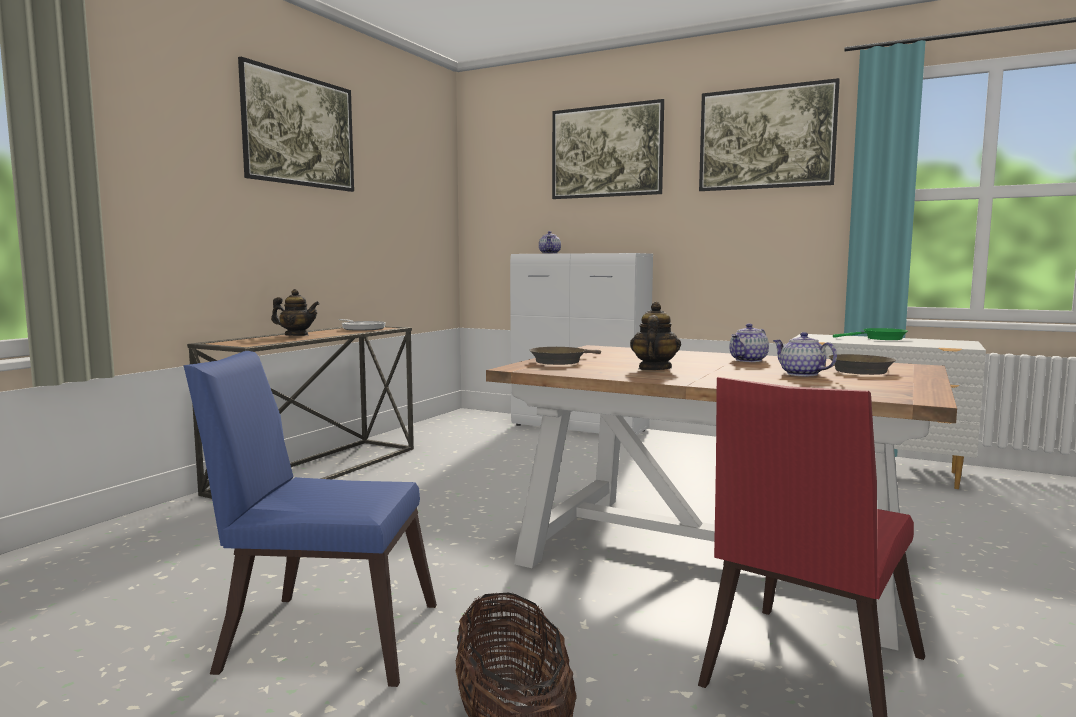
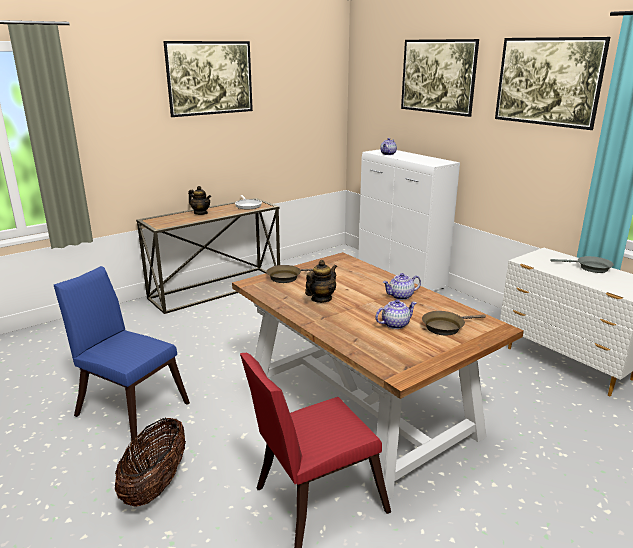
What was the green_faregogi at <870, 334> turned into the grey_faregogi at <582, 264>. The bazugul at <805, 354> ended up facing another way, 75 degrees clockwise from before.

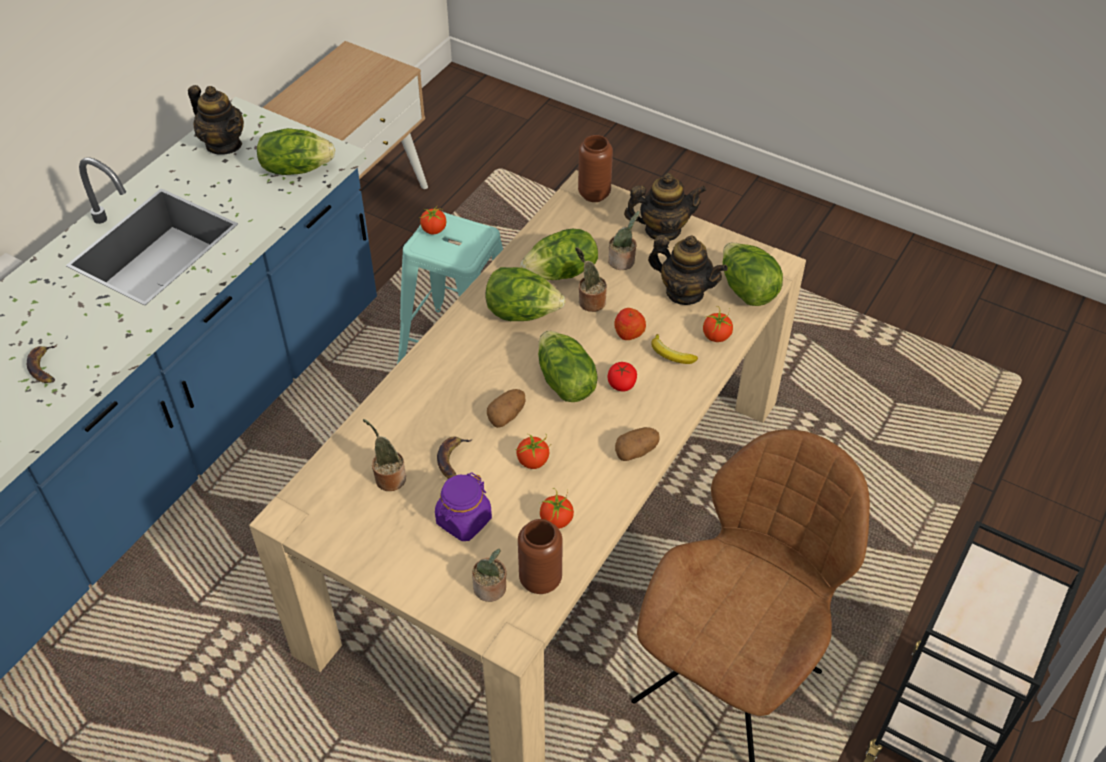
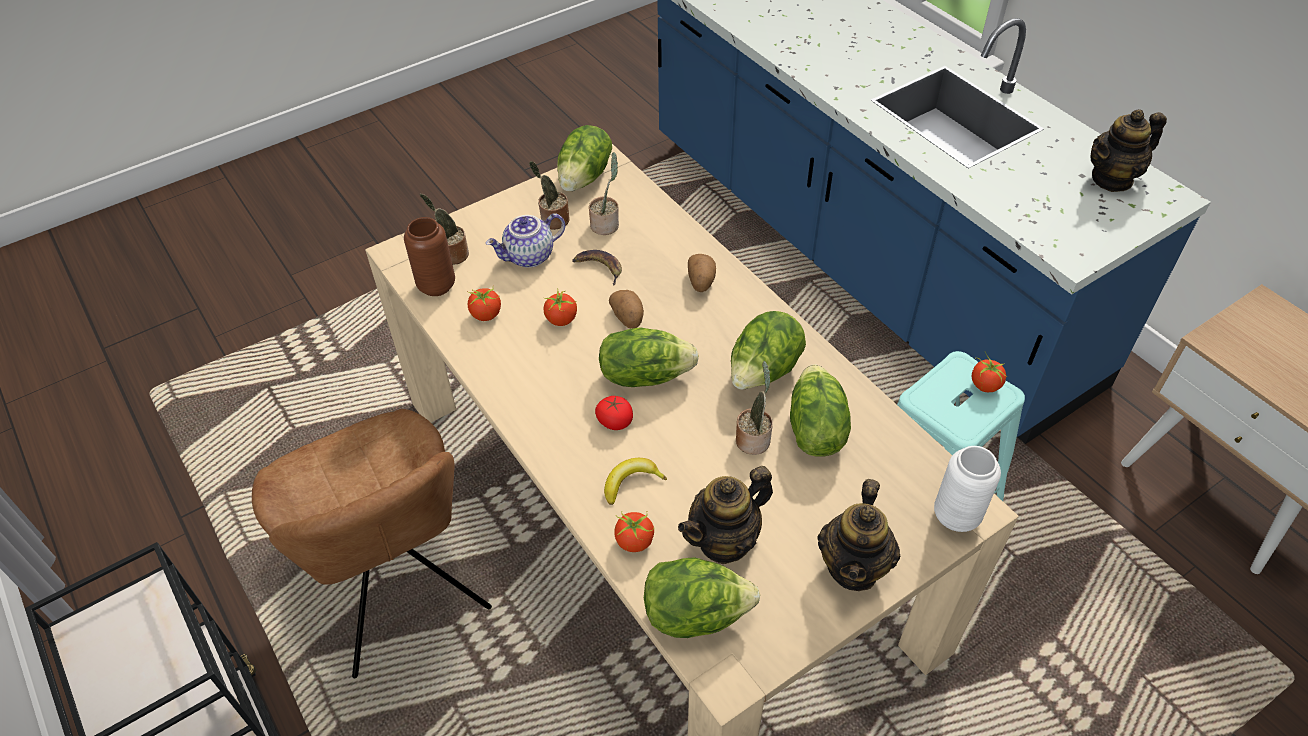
The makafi ended up elsewhere, having gone from <296, 151> to <584, 158>. What was the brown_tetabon at <595, 168> turned into the white_tetabon at <967, 489>. The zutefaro ended up elsewhere, having gone from <624, 240> to <549, 195>. The second view lost the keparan at <630, 324>. The second view lost the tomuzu at <42, 364>. The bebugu ended up elsewhere, having gone from <637, 444> to <702, 273>. Where the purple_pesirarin stood at <463, 506>, the bazugul came to stand at <525, 240>.

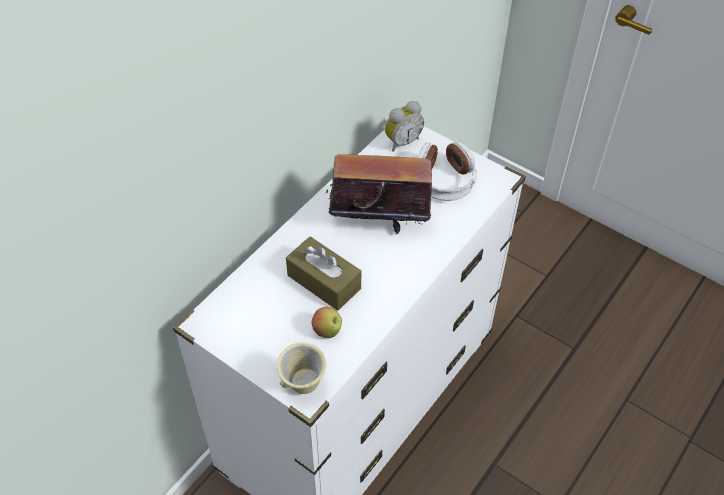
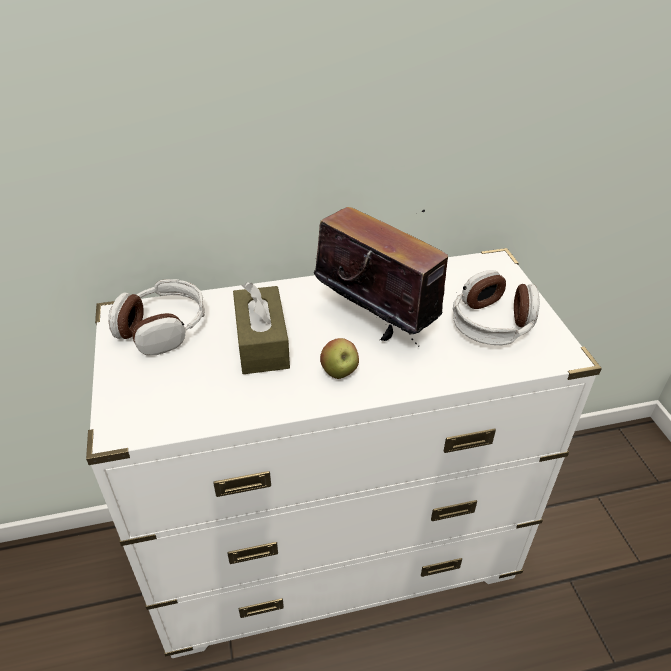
The second view lost the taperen at <404, 126>. The keparan ended up elsewhere, having gone from <327, 322> to <339, 358>. The second view lost the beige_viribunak at <301, 368>. The second view gained the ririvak at <156, 317>.

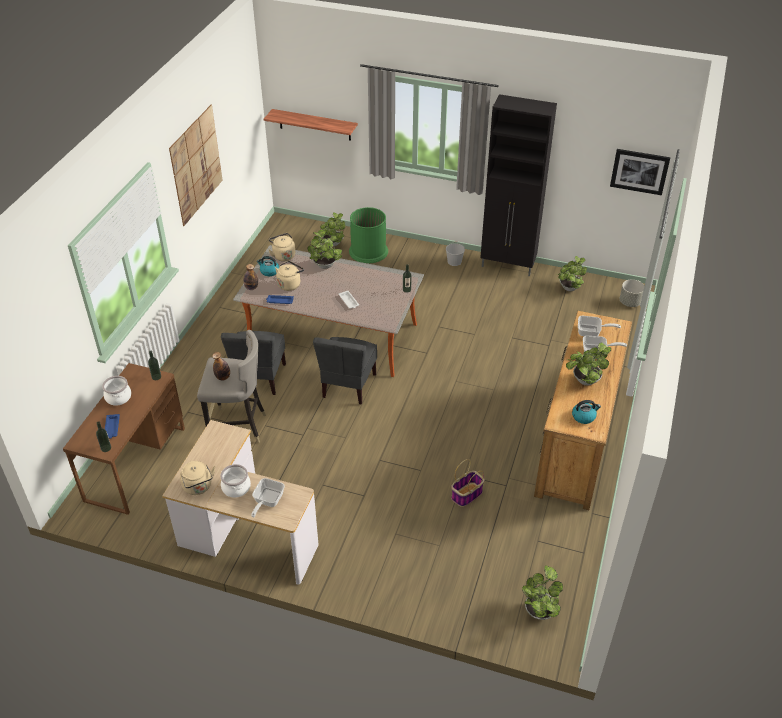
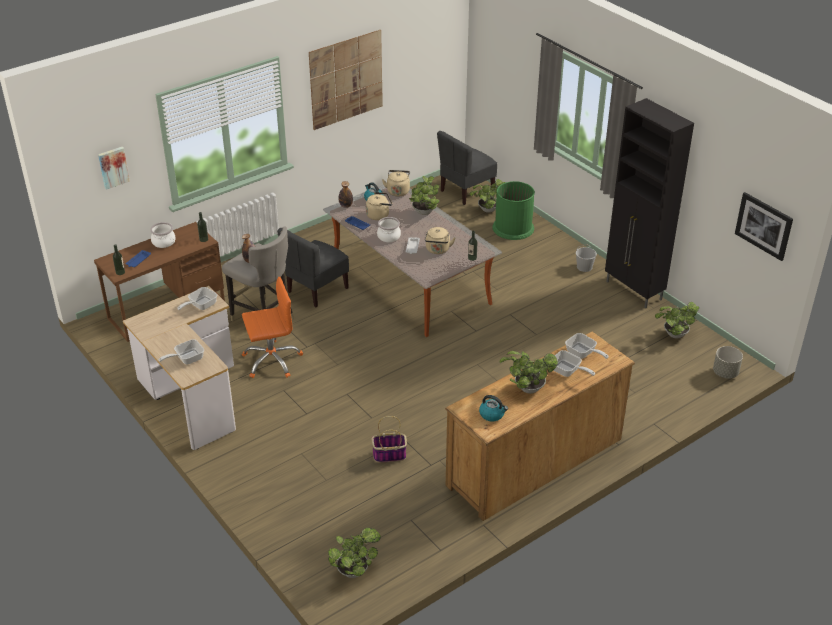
The second view lost the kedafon at <311, 125>. The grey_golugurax ended up elsewhere, having gone from <345, 371> to <467, 168>. The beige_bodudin ended up elsewhere, having gone from <197, 478> to <440, 240>. The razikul ended up elsewhere, having gone from <235, 481> to <389, 229>. The second view gained the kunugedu at <114, 168>. The second view gained the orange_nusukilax at <272, 327>. The second view gained the faregogi at <197, 298>.

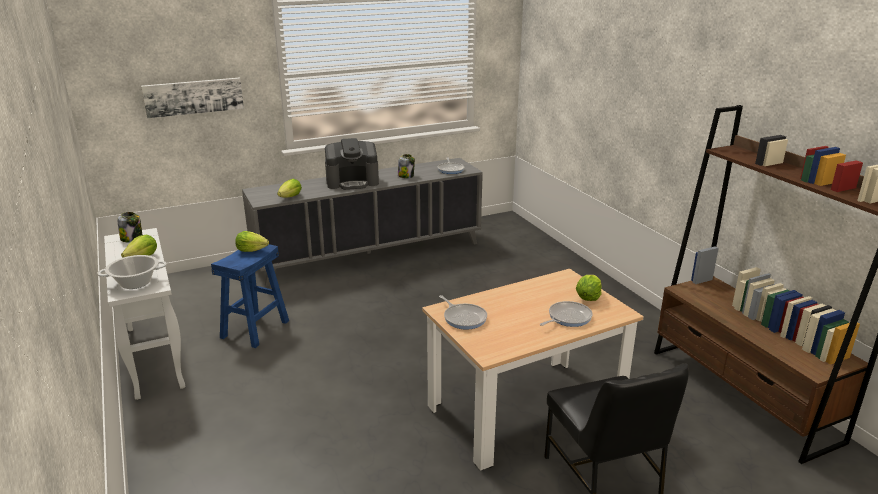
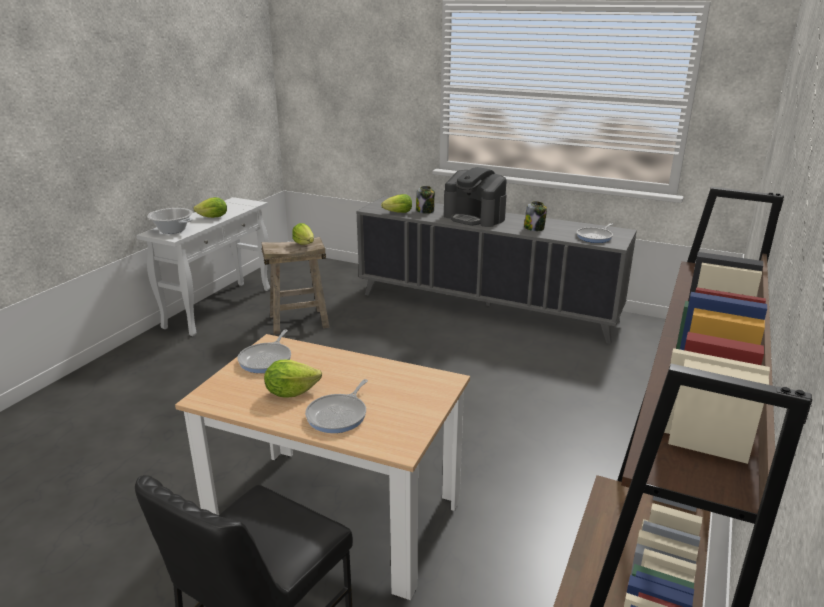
The second view lost the kunugedu at <192, 98>. The pesirarin ended up elsewhere, having gone from <129, 227> to <425, 200>. What was the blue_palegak at <250, 296> turned into the beige_palegak at <295, 285>. The makafi ended up elsewhere, having gone from <589, 288> to <293, 379>. The faregogi at <566, 314> ended up facing another way, 105 degrees clockwise from before.

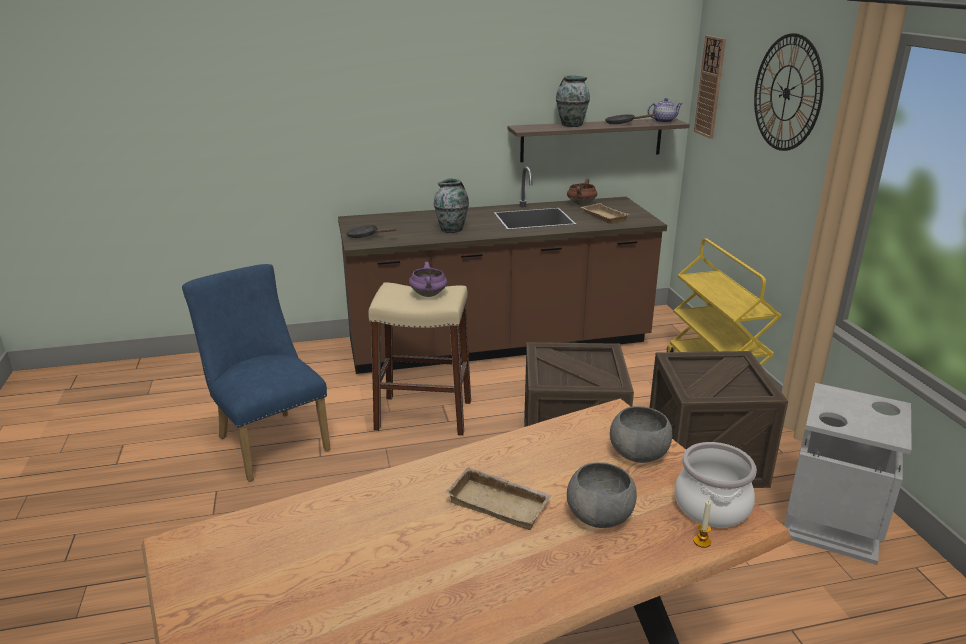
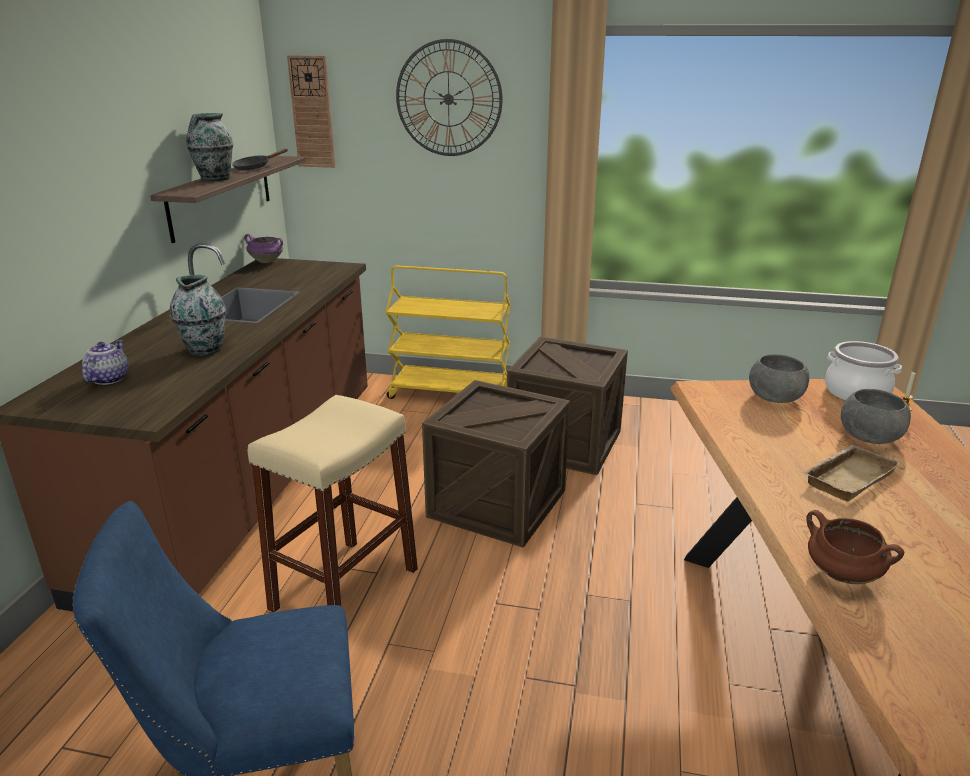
The bazugul ended up elsewhere, having gone from <664, 110> to <105, 362>. The brown_razikul ended up elsewhere, having gone from <582, 192> to <855, 547>. The second view lost the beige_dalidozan at <604, 213>. The second view lost the black_faregogi at <371, 231>. The purple_razikul ended up elsewhere, having gone from <428, 279> to <263, 248>. The second view lost the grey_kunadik at <848, 474>.

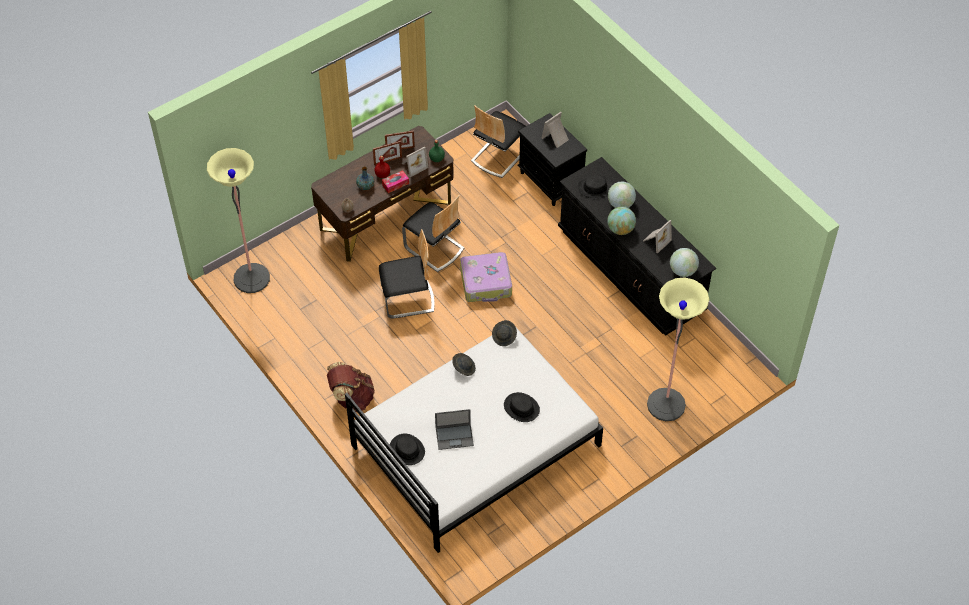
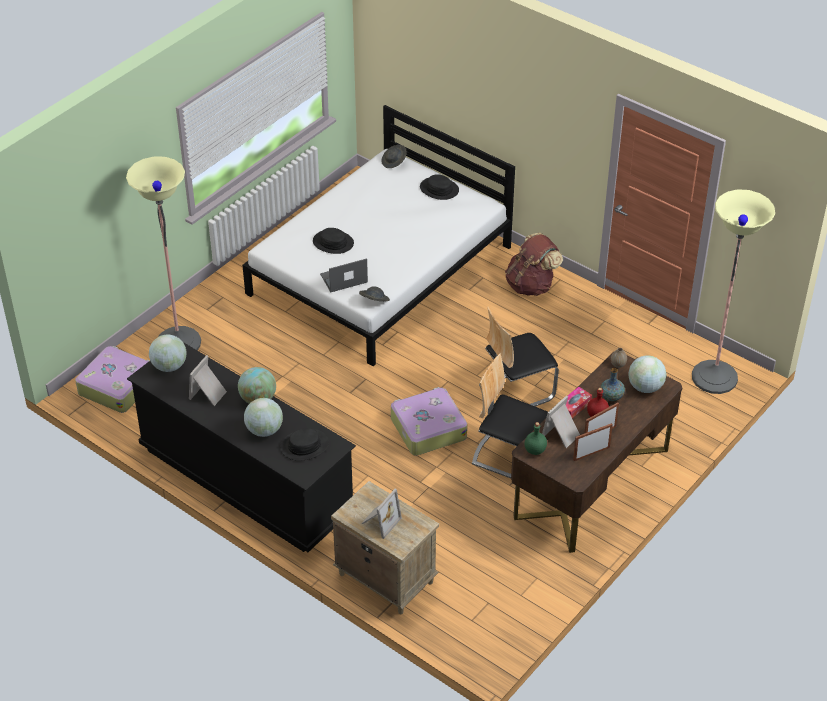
The second view lost the golugurax at <498, 141>. What was the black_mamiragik at <552, 159> turned into the beige_mamiragik at <385, 547>. The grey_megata ended up elsewhere, having gone from <464, 364> to <394, 156>. The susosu ended up elsewhere, having gone from <454, 429> to <344, 275>. The second view gained the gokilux at <112, 379>. The second view gained the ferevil at <647, 374>.

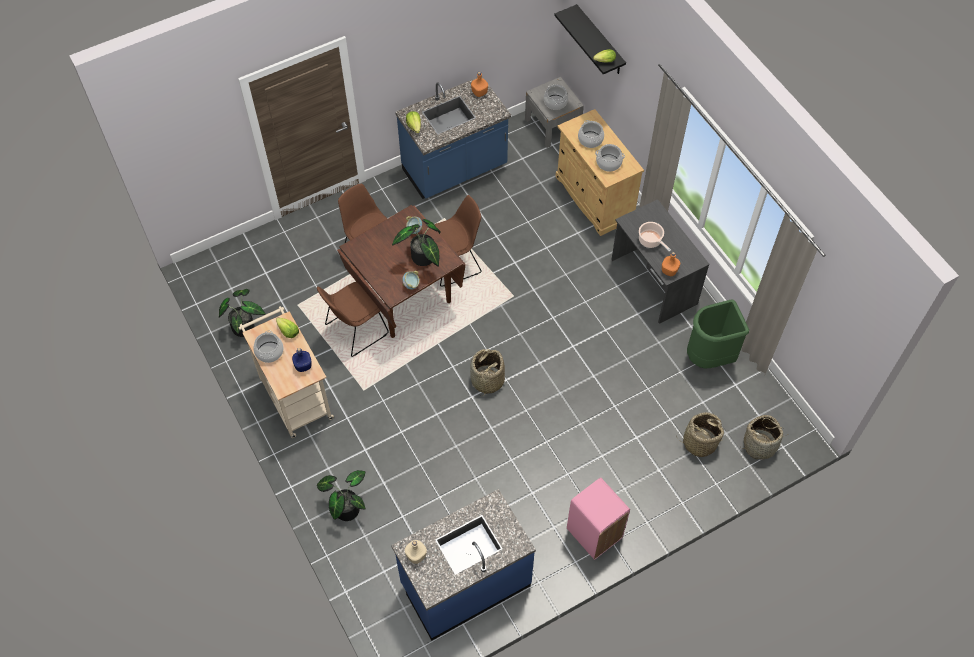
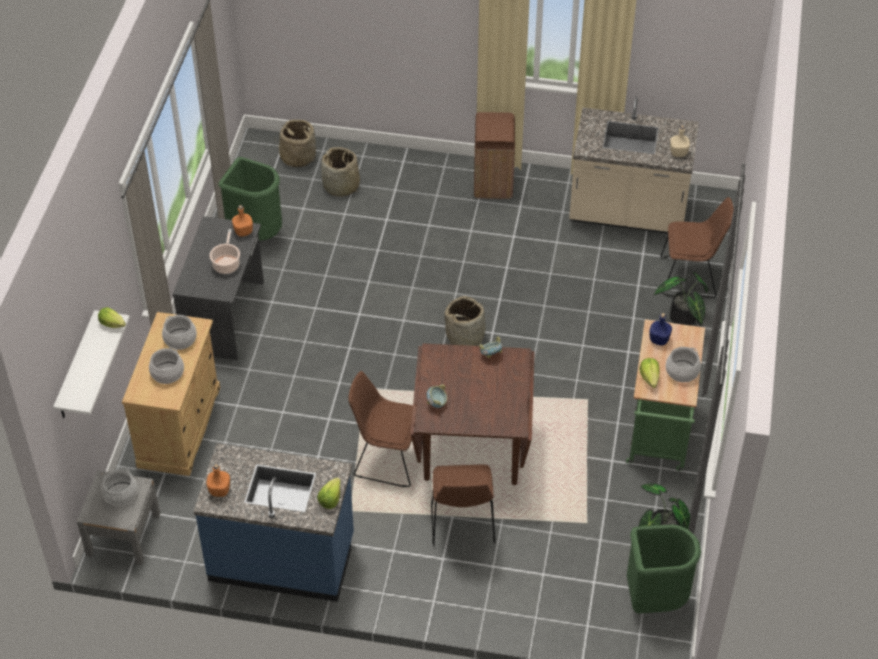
What was the black_kedafon at <590, 39> turned into the white_kedafon at <91, 364>. The second view lost the zutefaro at <416, 243>. The brown_golugurax ended up elsewhere, having gone from <353, 319> to <697, 248>. What was the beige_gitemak at <286, 372> turned into the green_gitemak at <665, 395>. What was the pink_kunadik at <598, 519> turned into the brown_kunadik at <494, 155>. What was the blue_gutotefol at <463, 565> turned into the beige_gutotefol at <634, 165>. The second view gained the green_kunadik at <664, 569>.

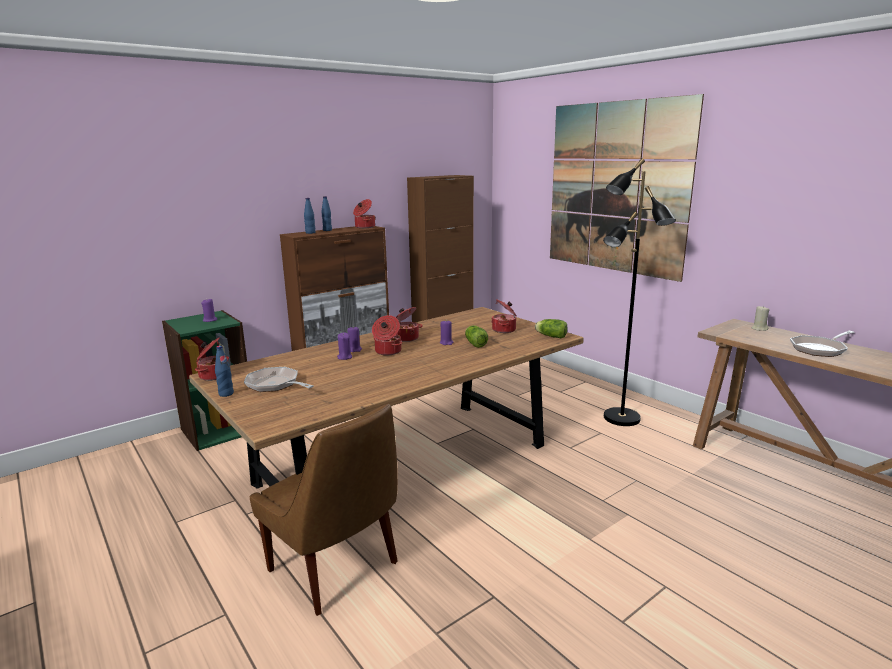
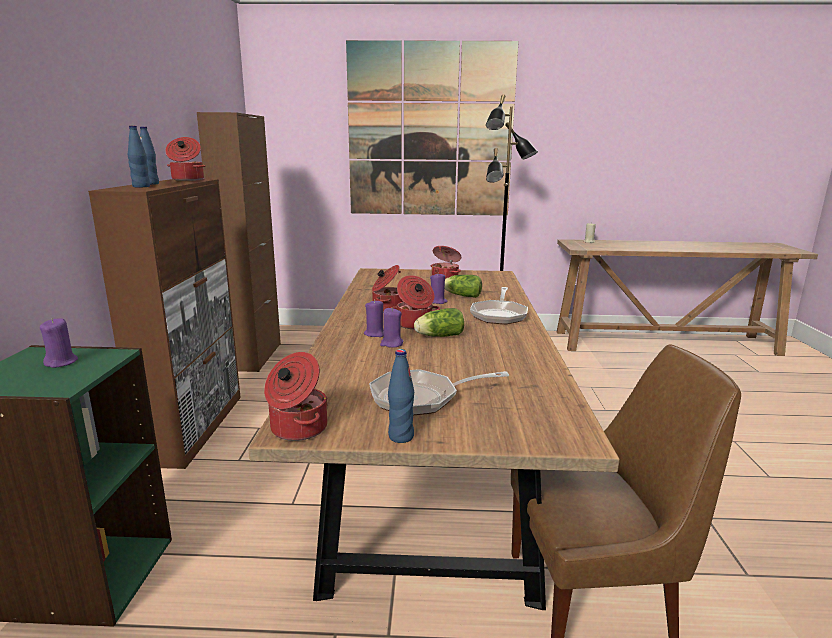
The makafi ended up elsewhere, having gone from <551, 328> to <439, 322>. The faregogi ended up elsewhere, having gone from <822, 344> to <499, 305>.

